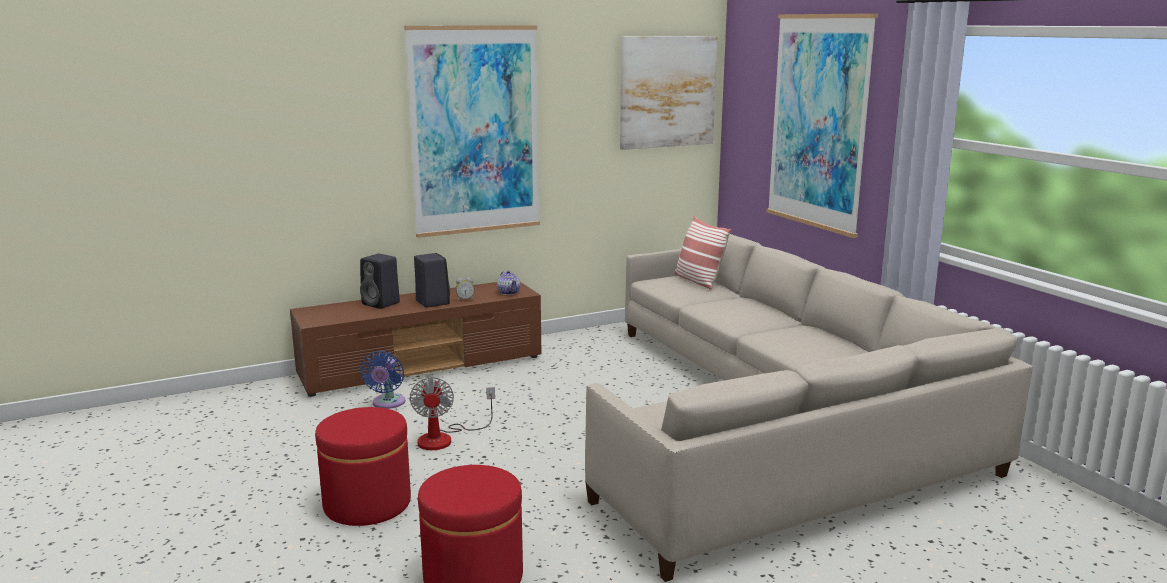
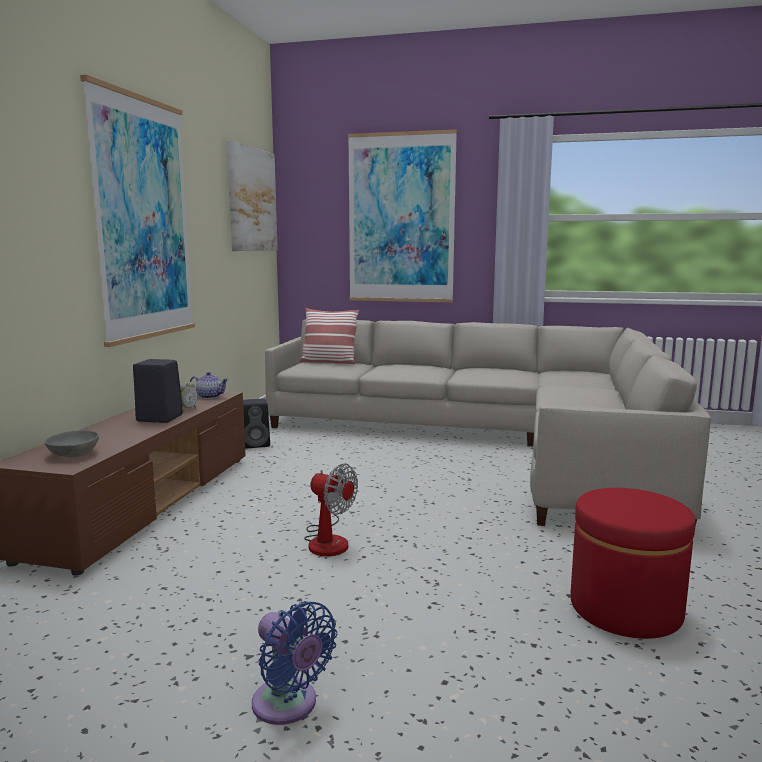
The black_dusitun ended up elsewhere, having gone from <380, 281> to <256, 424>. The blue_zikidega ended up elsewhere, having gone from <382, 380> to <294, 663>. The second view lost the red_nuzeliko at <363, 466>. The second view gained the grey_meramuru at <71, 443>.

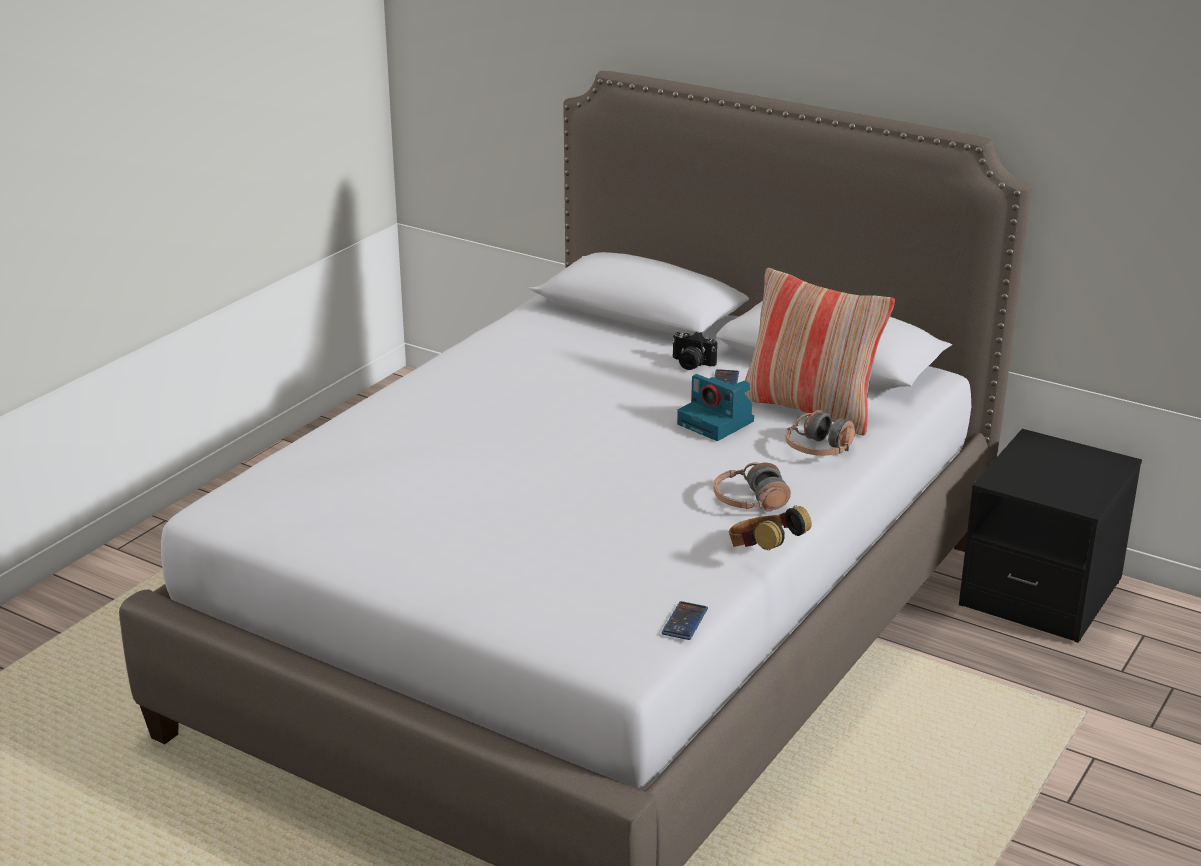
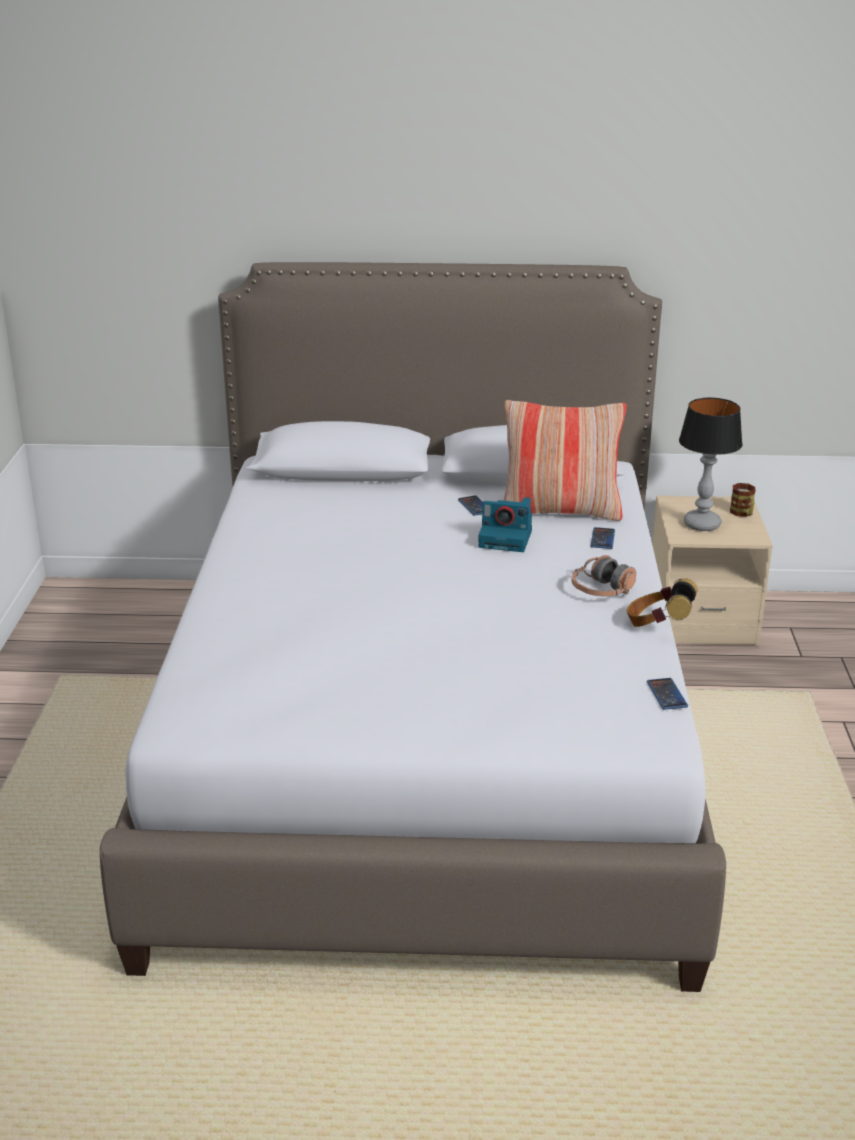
The second view lost the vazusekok at <694, 350>. Where the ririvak stood at <820, 433>, the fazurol came to stand at <603, 538>. What was the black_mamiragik at <1050, 536> turned into the beige_mamiragik at <712, 570>. The second view gained the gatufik at <711, 464>. The second view gained the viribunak at <743, 500>.

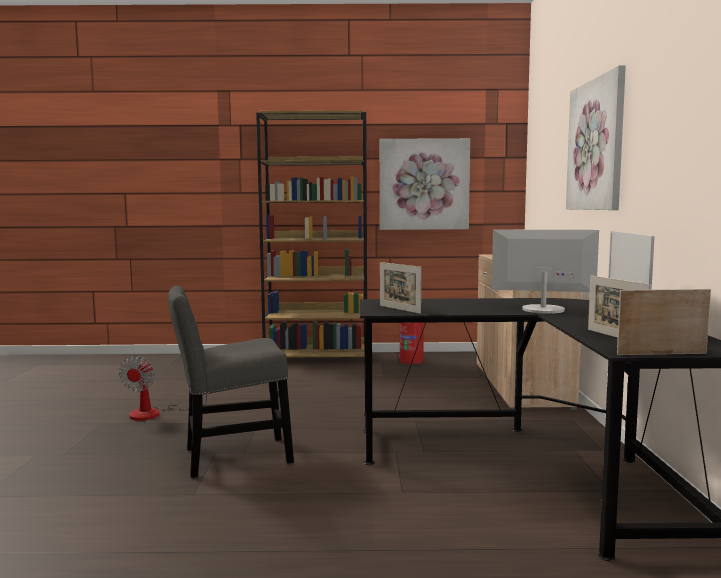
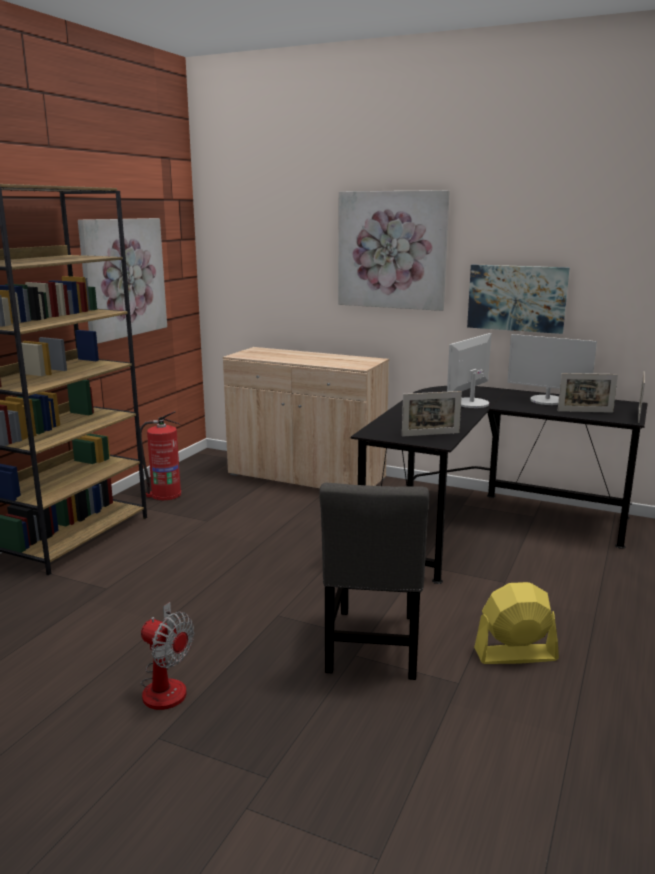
The second view gained the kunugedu at <518, 299>. The second view gained the yellow_zikidega at <516, 623>.

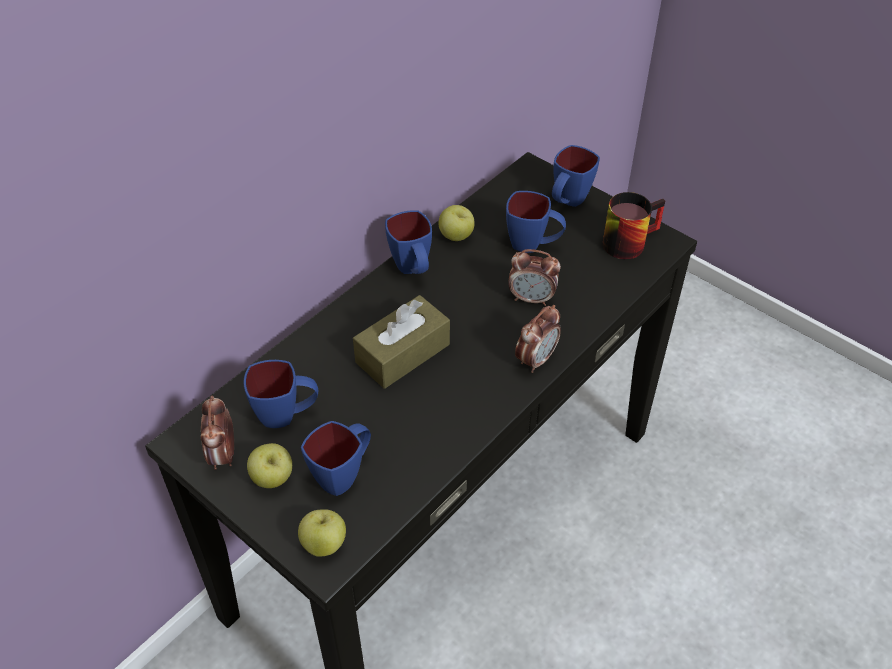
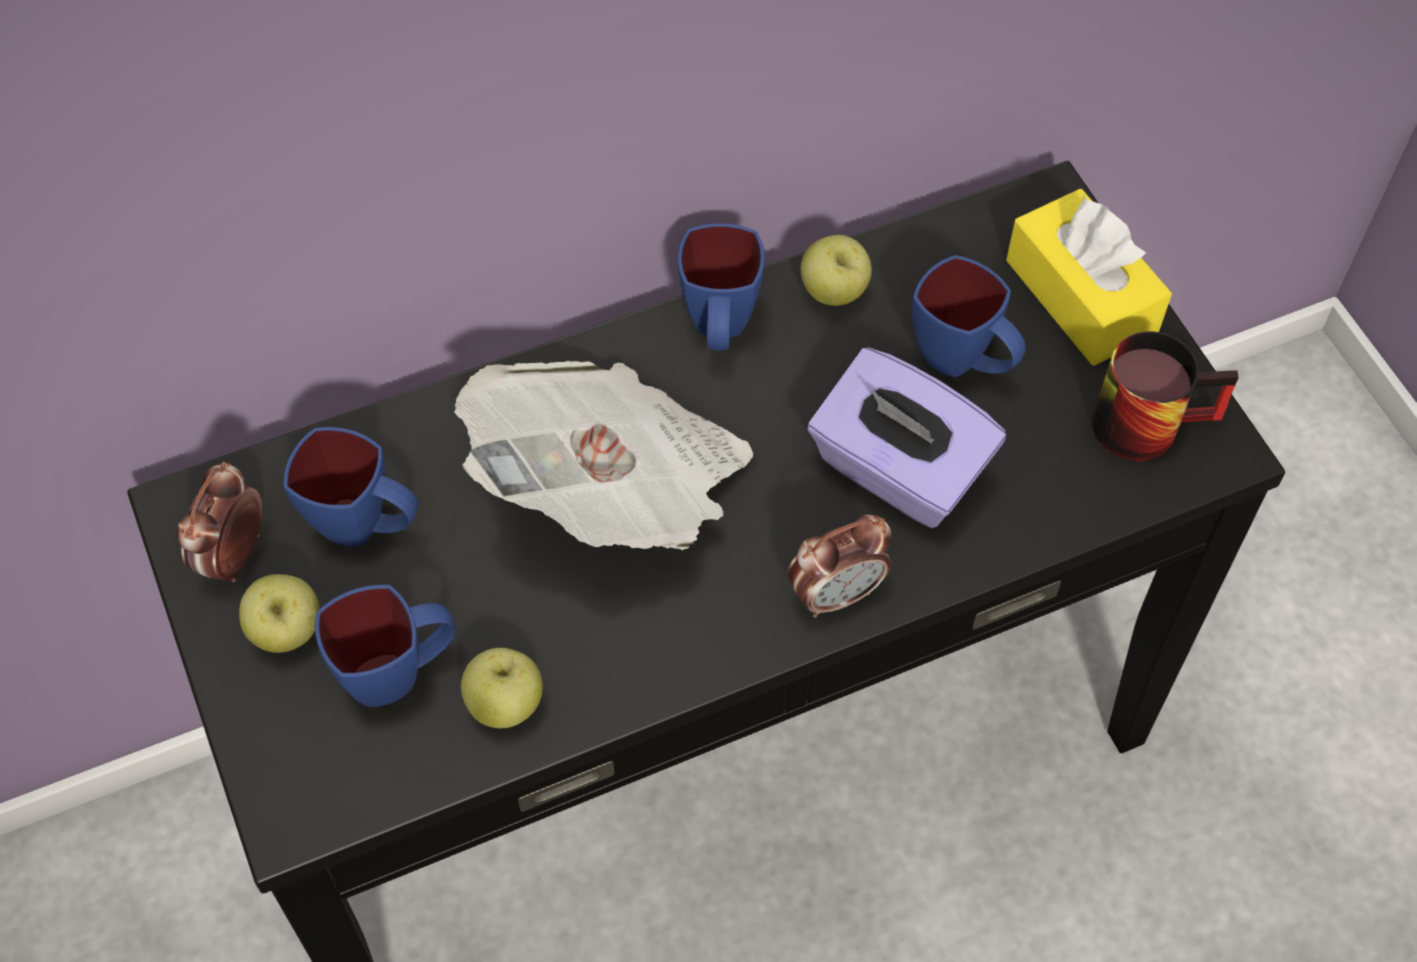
Where the blue_viribunak stood at <576, 176>, the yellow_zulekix came to stand at <1089, 277>. Where the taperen stood at <534, 277>, the purple_zulekix came to stand at <907, 437>. Where the brown_zulekix stood at <401, 342>, the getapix came to stand at <603, 455>. The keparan ended up elsewhere, having gone from <322, 533> to <502, 688>.

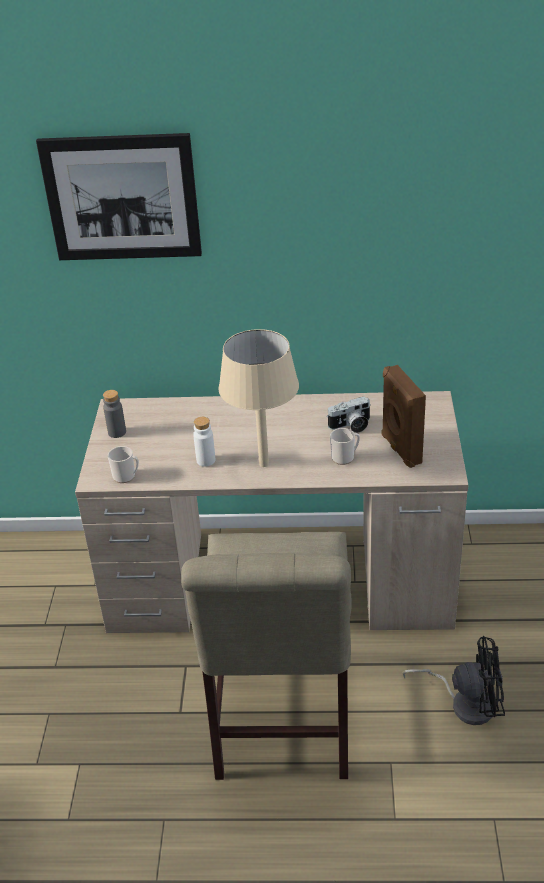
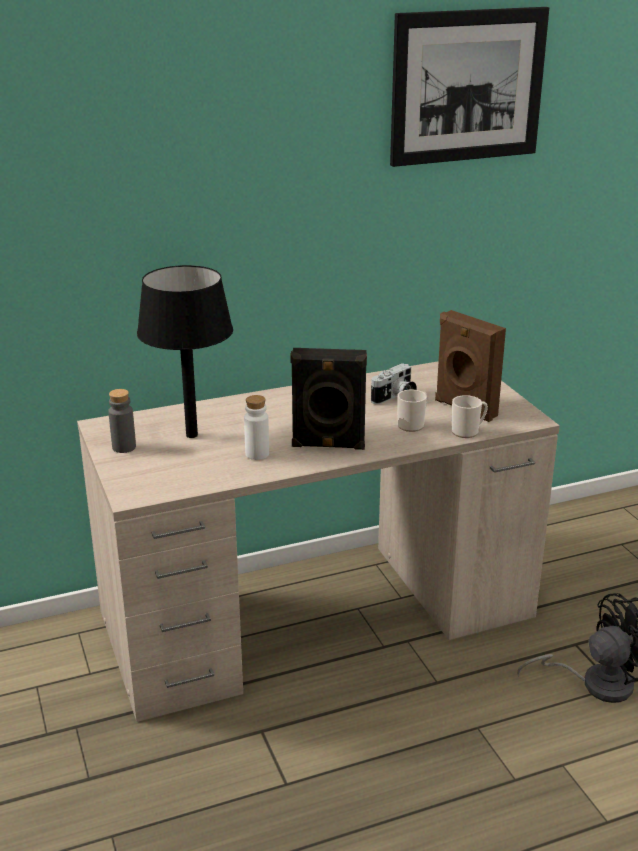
The kunugedu ended up elsewhere, having gone from <119, 196> to <469, 87>. Where the beige_gatufik stood at <259, 398>, the black_dusitun came to stand at <328, 399>. The viribunak ended up elsewhere, having gone from <123, 464> to <470, 416>. The second view lost the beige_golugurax at <266, 656>. The second view gained the black_gatufik at <185, 351>.

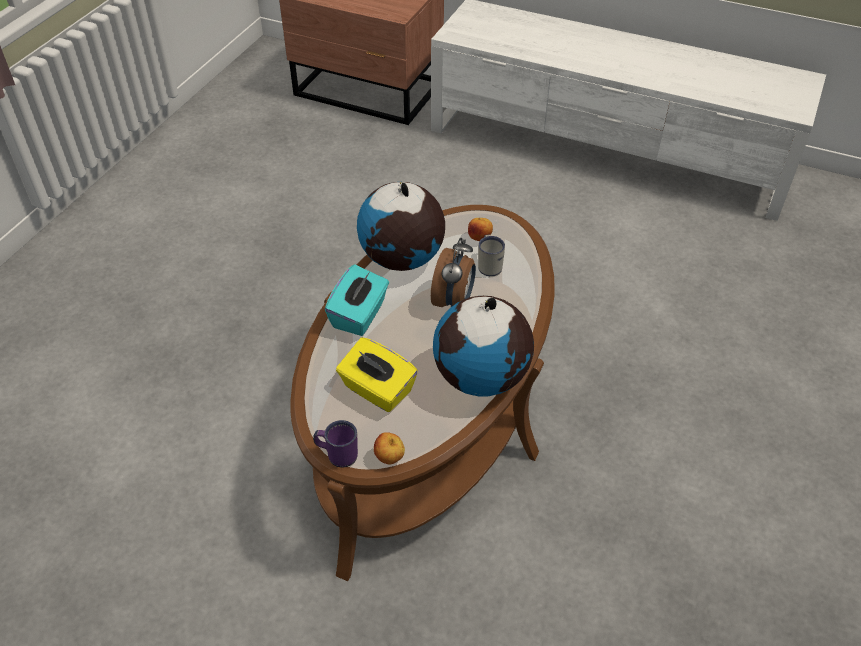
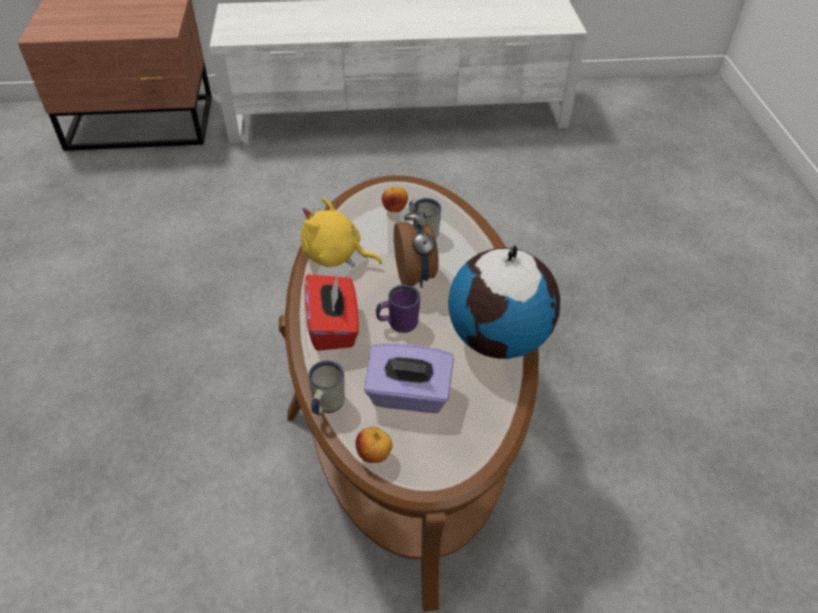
Where the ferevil stood at <401, 226>, the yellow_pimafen came to stand at <341, 232>. What was the turquoise_zulekix at <357, 300> turned into the red_zulekix at <331, 312>. What was the yellow_zulekix at <377, 374> turned into the purple_zulekix at <409, 378>. The purple_viribunak ended up elsewhere, having gone from <335, 444> to <398, 309>. The keparan ended up elsewhere, having gone from <389, 448> to <374, 445>. The second view gained the white_viribunak at <326, 388>.

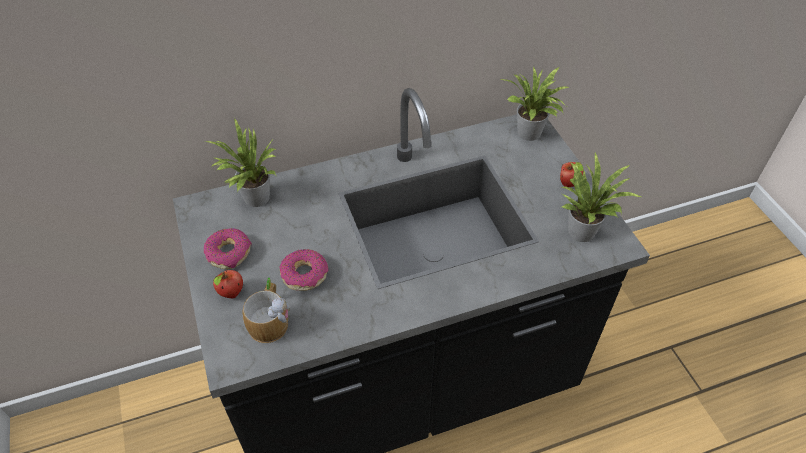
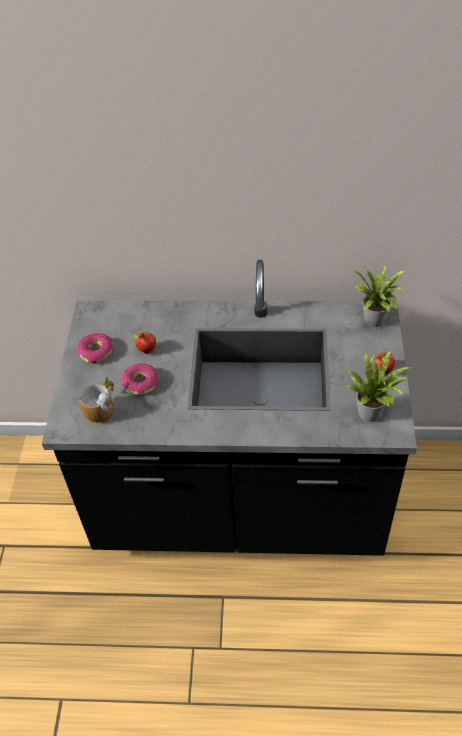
The second view lost the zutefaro at <241, 162>. The keparan ended up elsewhere, having gone from <228, 284> to <145, 343>.

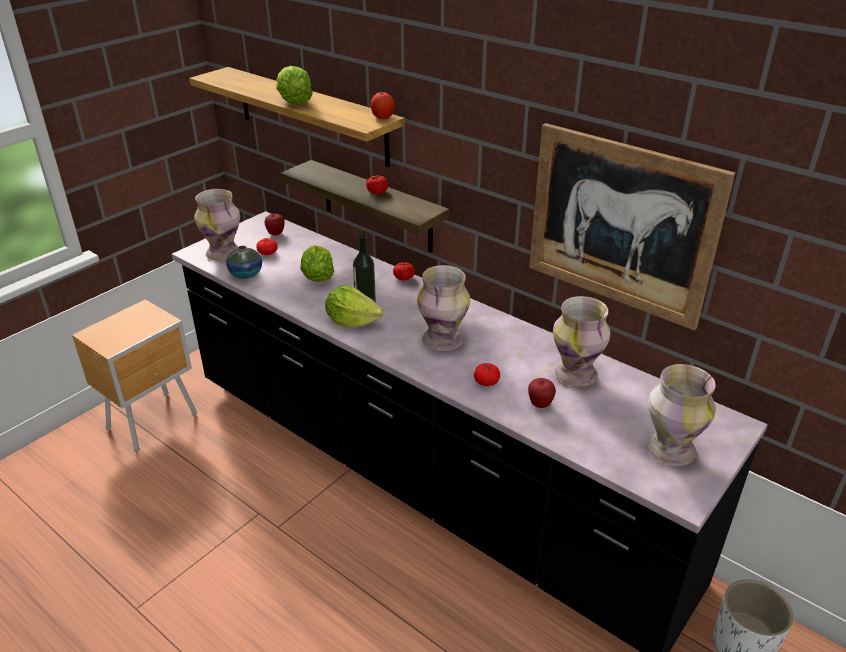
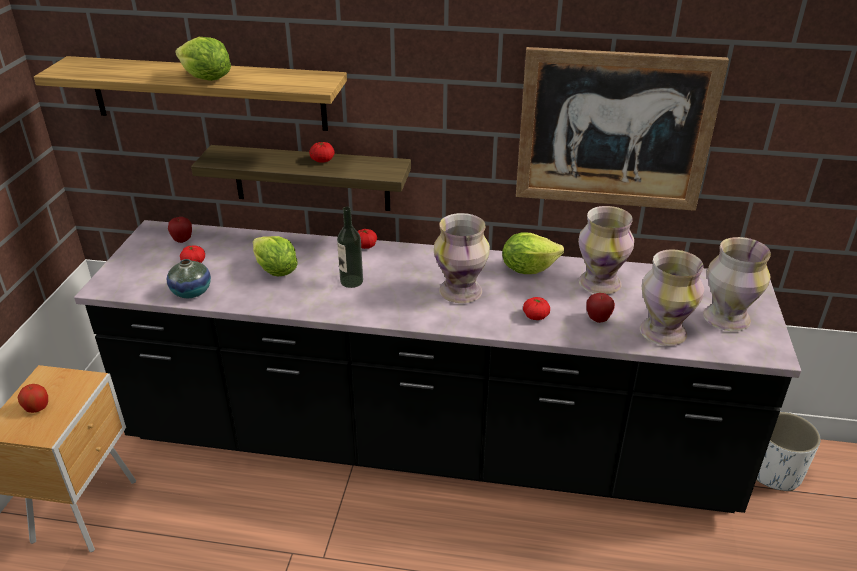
The keparan ended up elsewhere, having gone from <382, 105> to <32, 398>. The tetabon ended up elsewhere, having gone from <217, 225> to <672, 298>. The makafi ended up elsewhere, having gone from <354, 306> to <533, 253>.

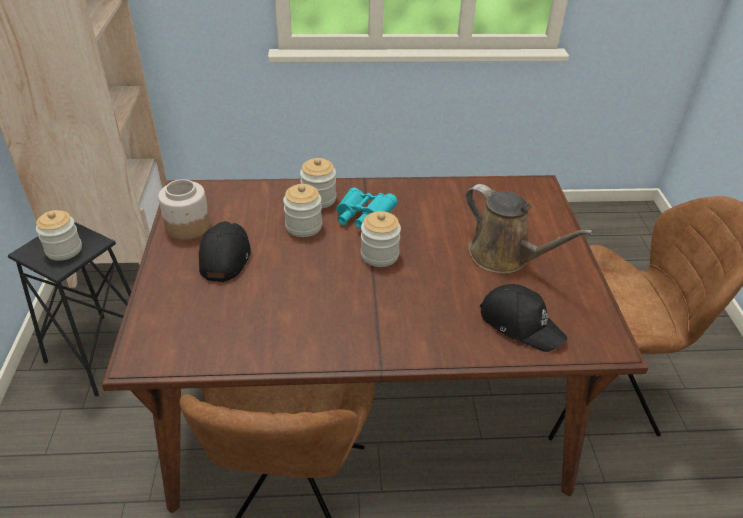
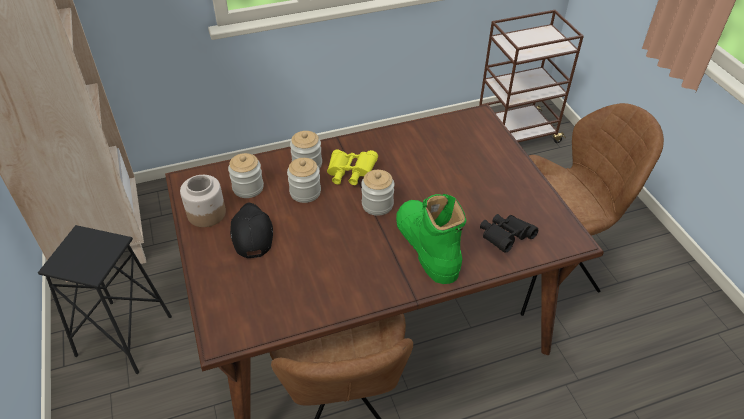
The second view lost the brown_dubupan at <529, 229>. What was the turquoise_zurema at <367, 208> turned into the yellow_zurema at <352, 167>. The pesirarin ended up elsewhere, having gone from <59, 235> to <246, 175>. Where the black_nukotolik stood at <523, 318>, the black_zurema came to stand at <509, 233>. The second view gained the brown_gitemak at <531, 76>. The second view gained the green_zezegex at <431, 239>.

